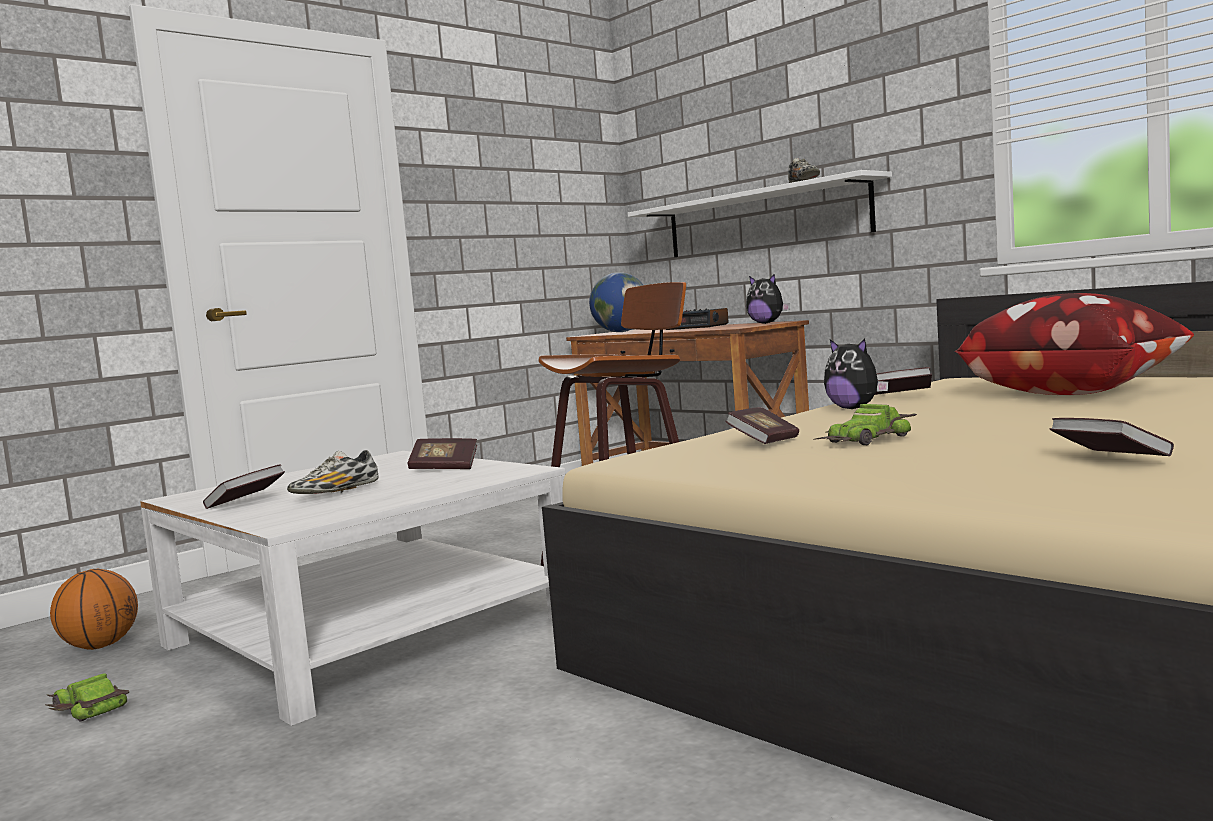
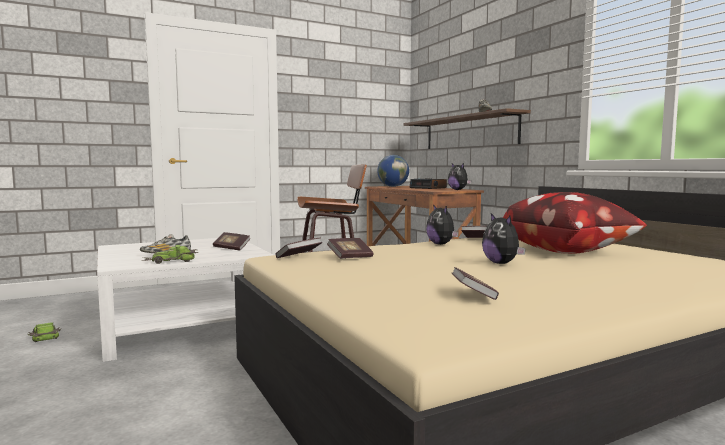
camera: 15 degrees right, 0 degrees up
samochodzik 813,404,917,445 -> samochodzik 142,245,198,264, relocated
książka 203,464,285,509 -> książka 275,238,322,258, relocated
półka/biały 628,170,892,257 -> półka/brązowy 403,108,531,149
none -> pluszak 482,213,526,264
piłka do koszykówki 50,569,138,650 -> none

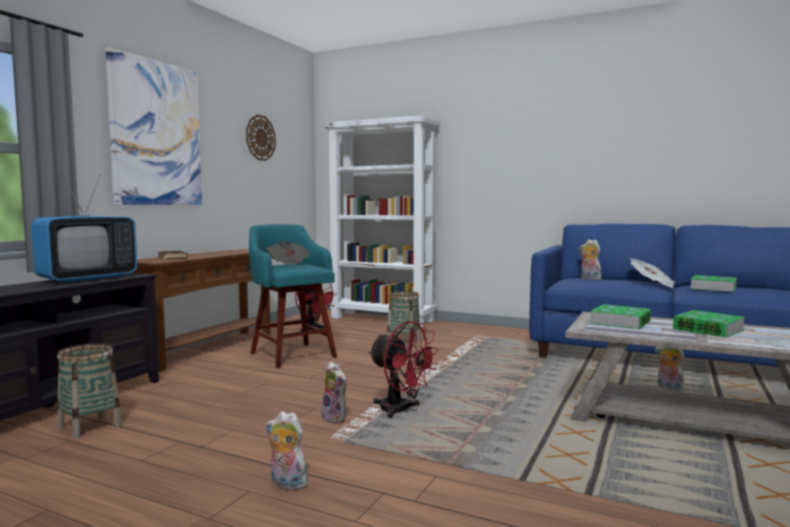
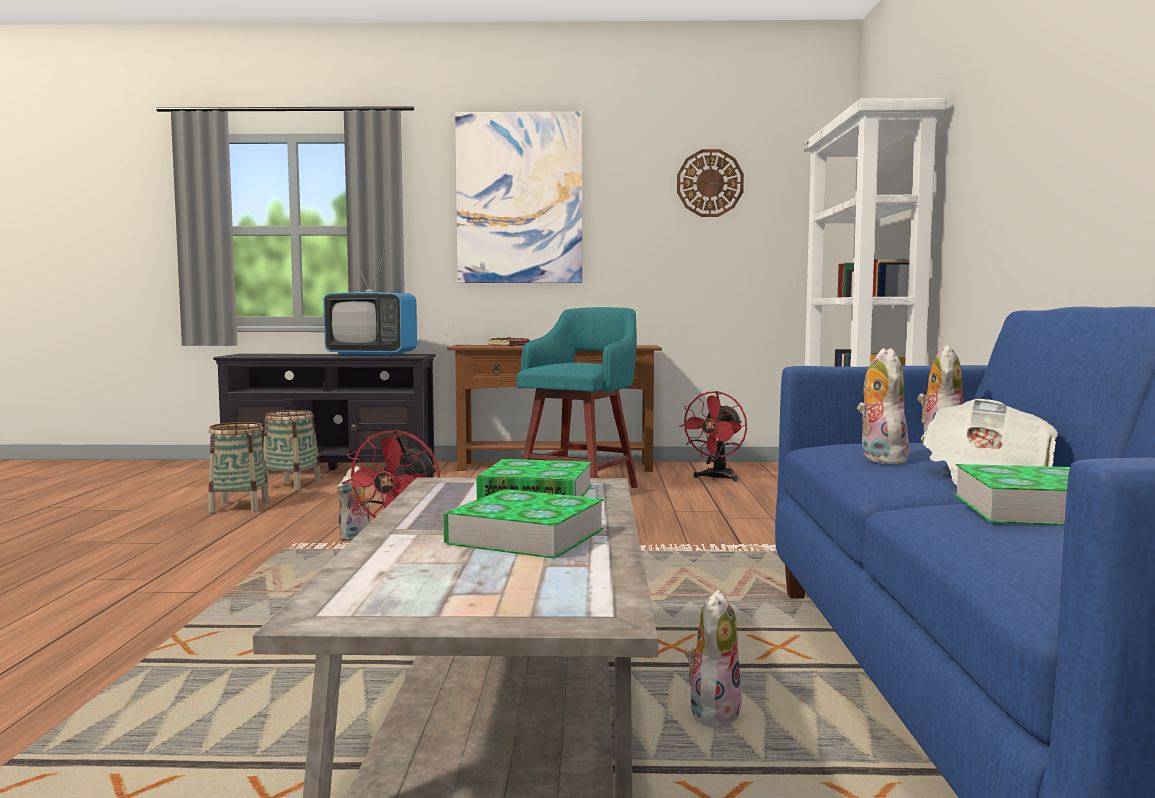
camera: 65 degrees right, 0 degrees up
koszyk 387,291,421,346 -> koszyk 208,422,269,513, relocated
pluszak 266,411,308,490 -> pluszak 857,348,909,464, relocated
gazeta 266,242,310,263 -> none

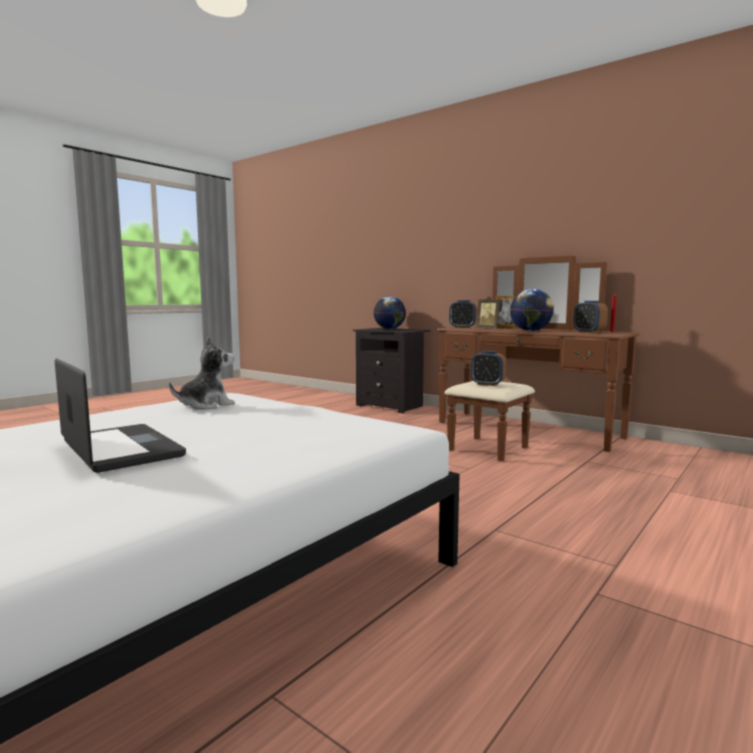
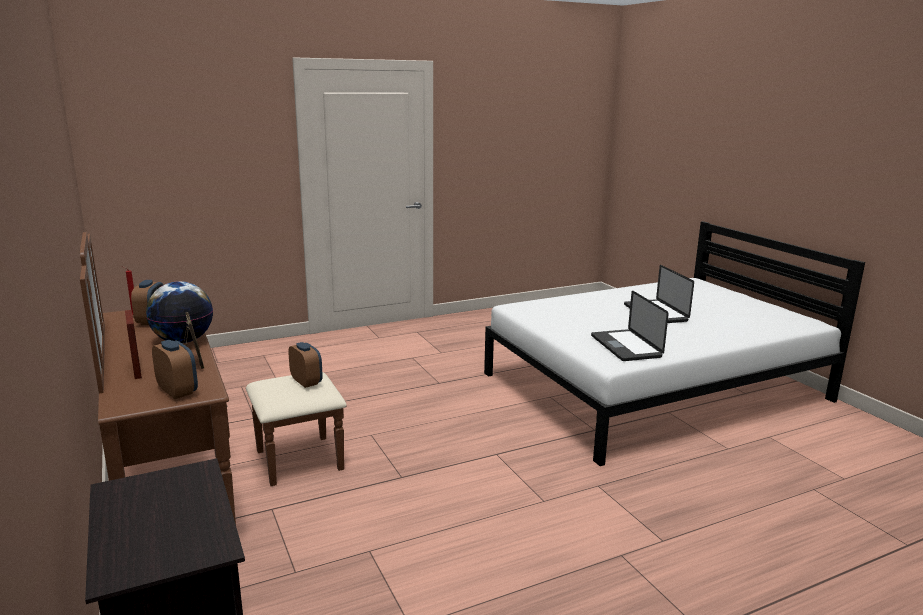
camera: 155 degrees left, 10 degrees up
pluszak 169,337,235,410 -> laptop 591,291,669,361
globus 374,296,406,329 -> none

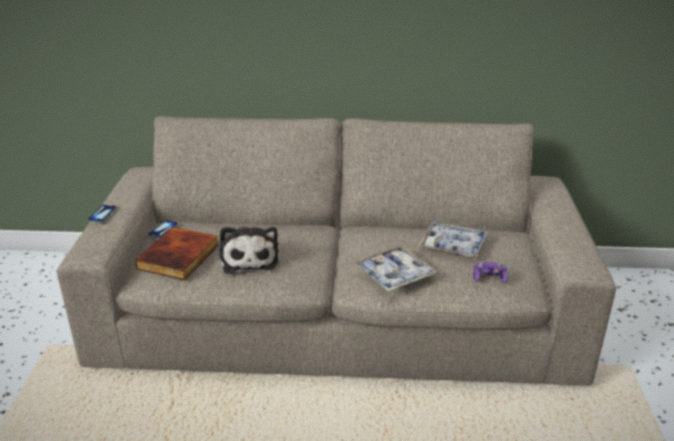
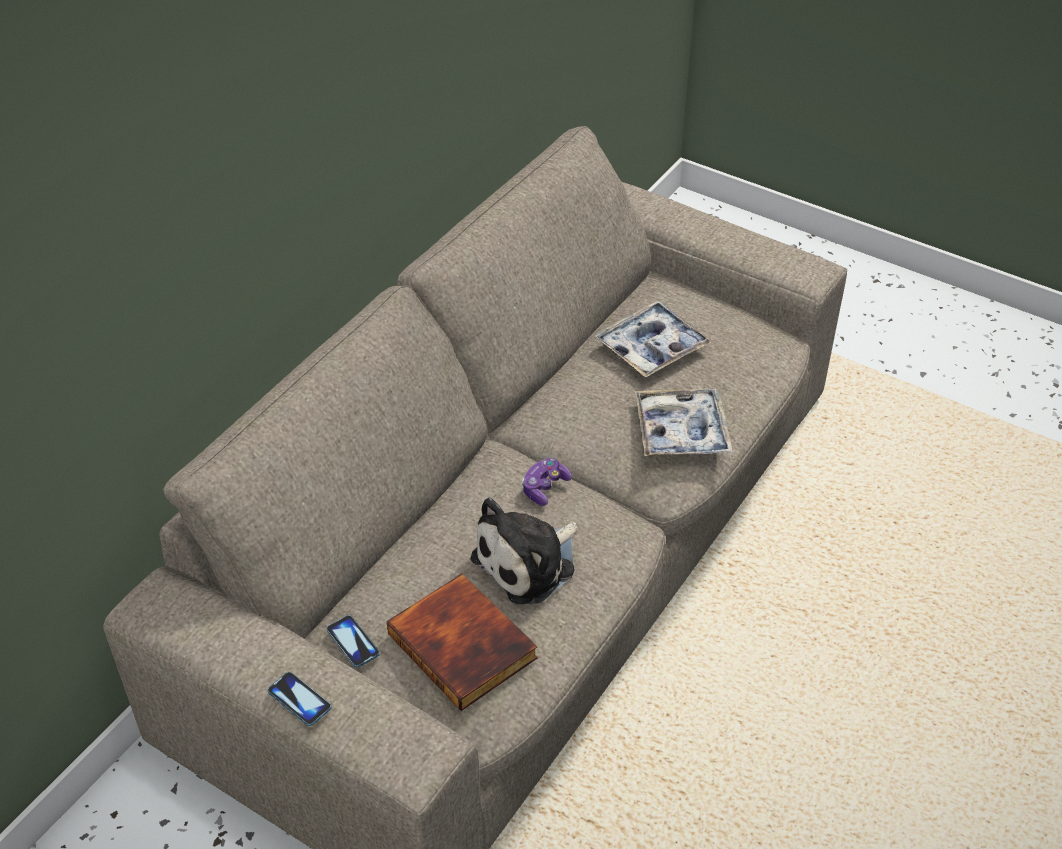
camera: 60 degrees left, 15 degrees up
pluszak 220,227,279,274 -> pluszak 470,498,578,604, 120 degrees clockwise
pad do gier 473,262,508,283 -> pad do gier 522,458,572,506, relocated

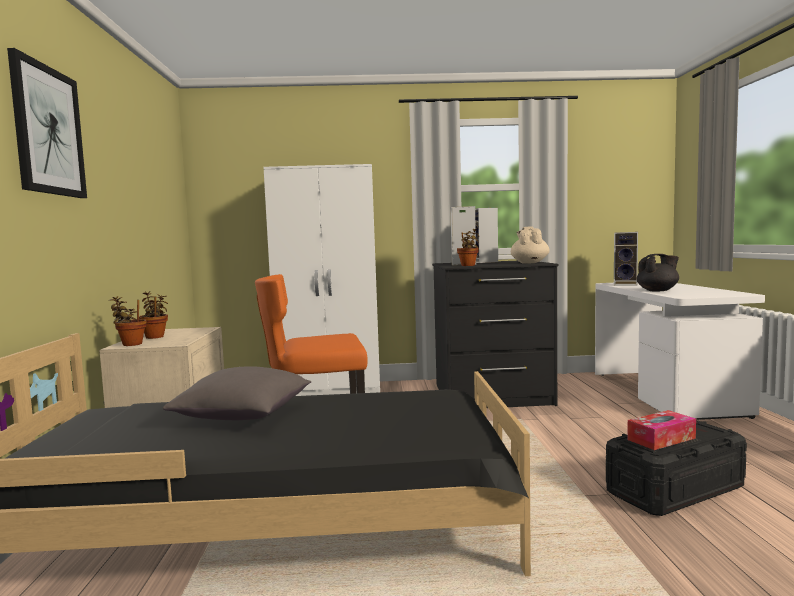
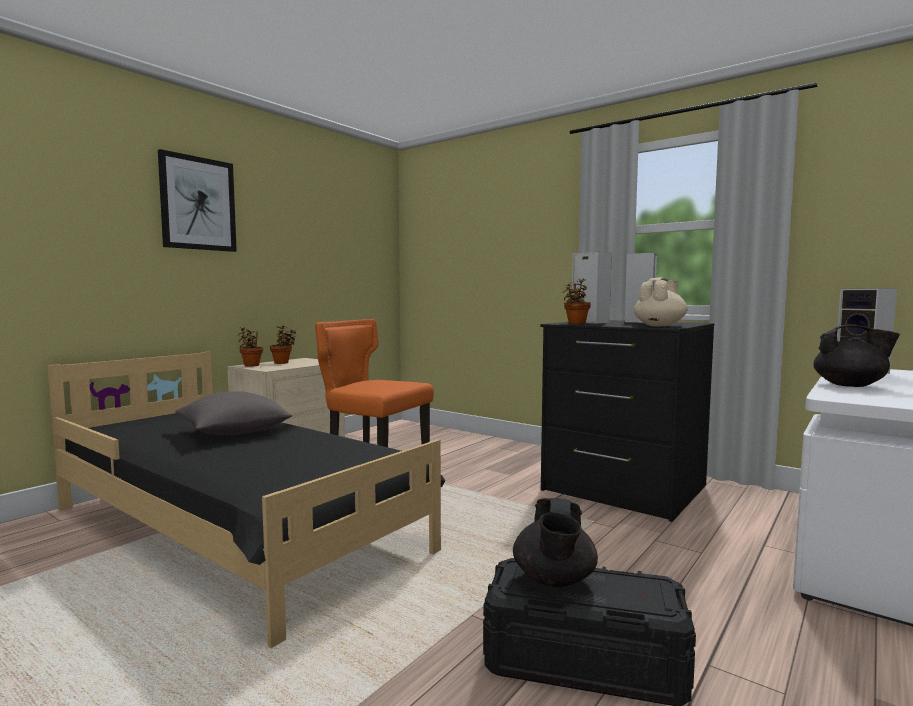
camera: 40 degrees right, 0 degrees up
pudełko chusteczek 627,410,696,450 -> imbryk/czarny 513,498,598,587
szafa/biały 263,164,380,396 -> none

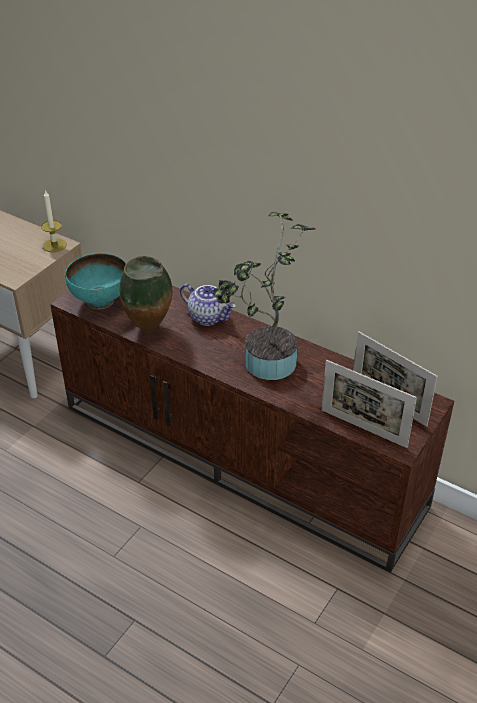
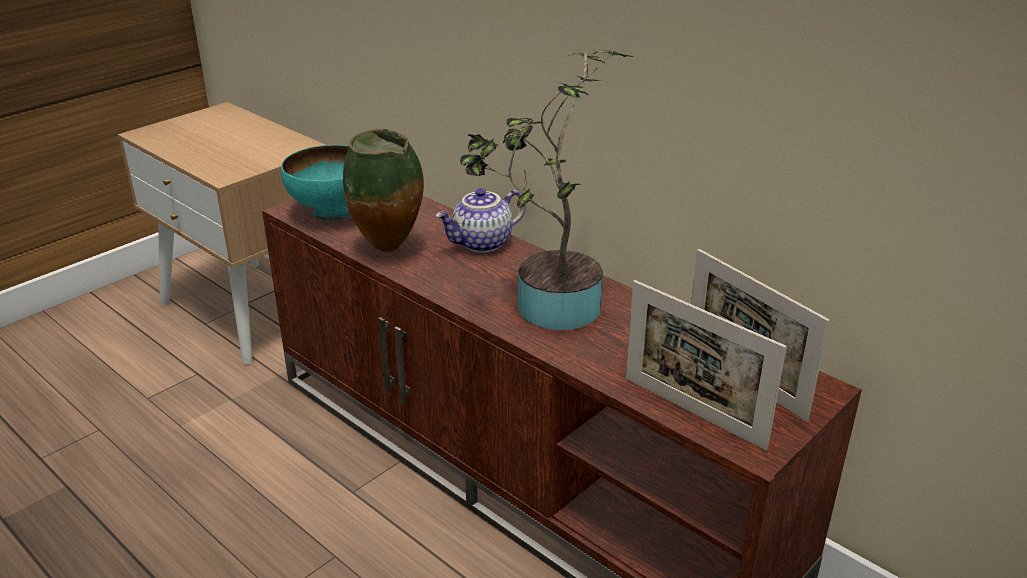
camera: 10 degrees right, 10 degrees down
imbryk 180,284,236,326 -> imbryk 435,188,526,253, 105 degrees clockwise
świeca 41,189,67,252 -> none

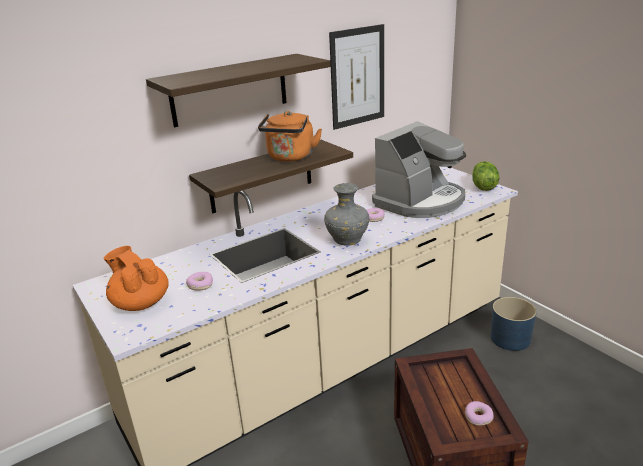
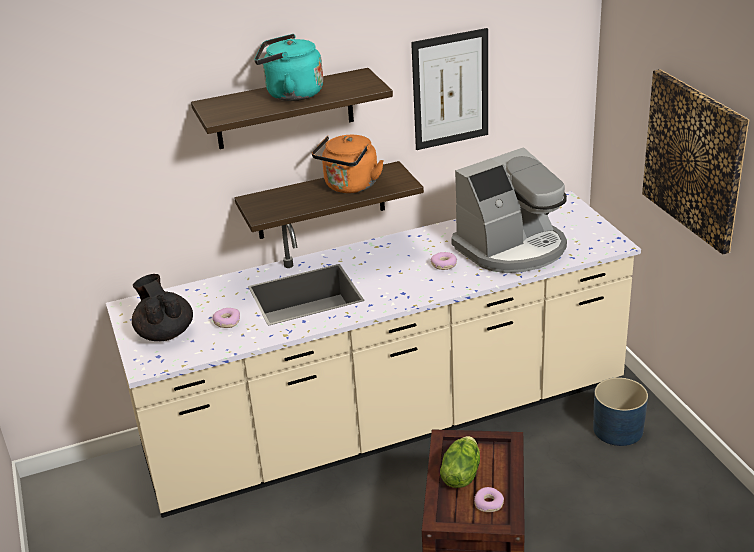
camera: 15 degrees right, 5 degrees up
imbryk/pomarańczowy 104,246,169,311 -> imbryk/czarny 132,274,193,341
none -> czajnik/turkusowy 254,34,323,101
sałata 473,161,499,191 -> sałata 440,436,480,488, relocated
none -> obraz 642,69,749,254
wazon/szary 324,183,369,246 -> none

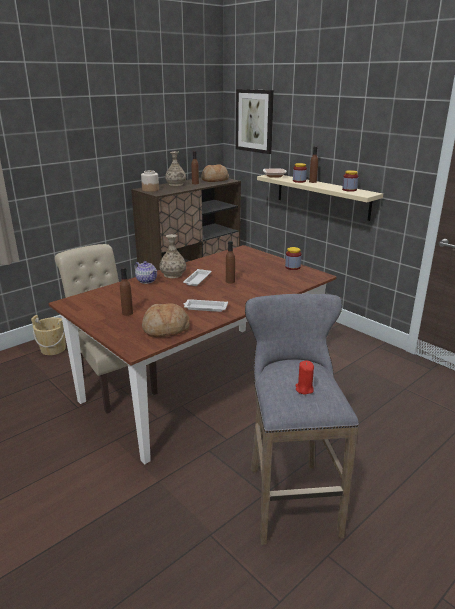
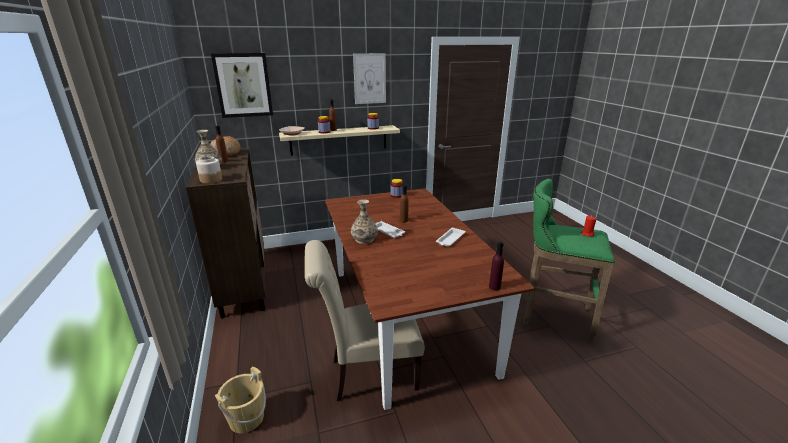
camera: 65 degrees left, 0 degrees up
none -> obraz 353,53,386,104
none -> butelka/fioletowy 489,241,504,291
stołek/szary 245,294,359,545 -> stołek/zielony 523,179,615,341
butelka/brązowy 120,267,133,316 -> none
imbryk 135,261,157,284 -> none
chleb 142,303,190,337 -> none

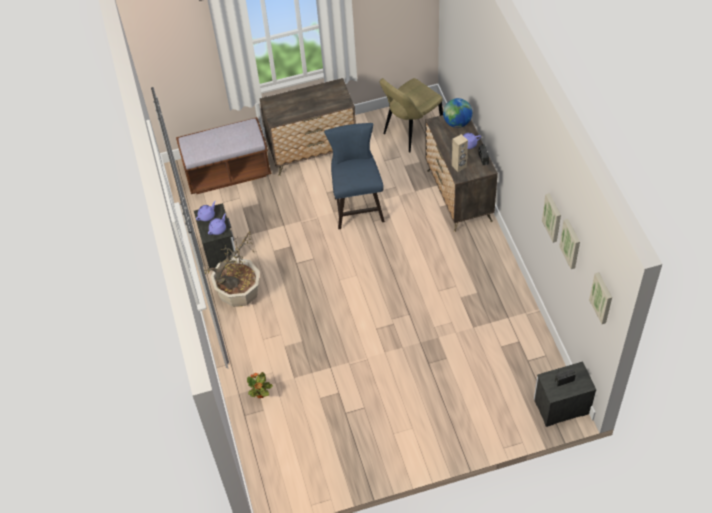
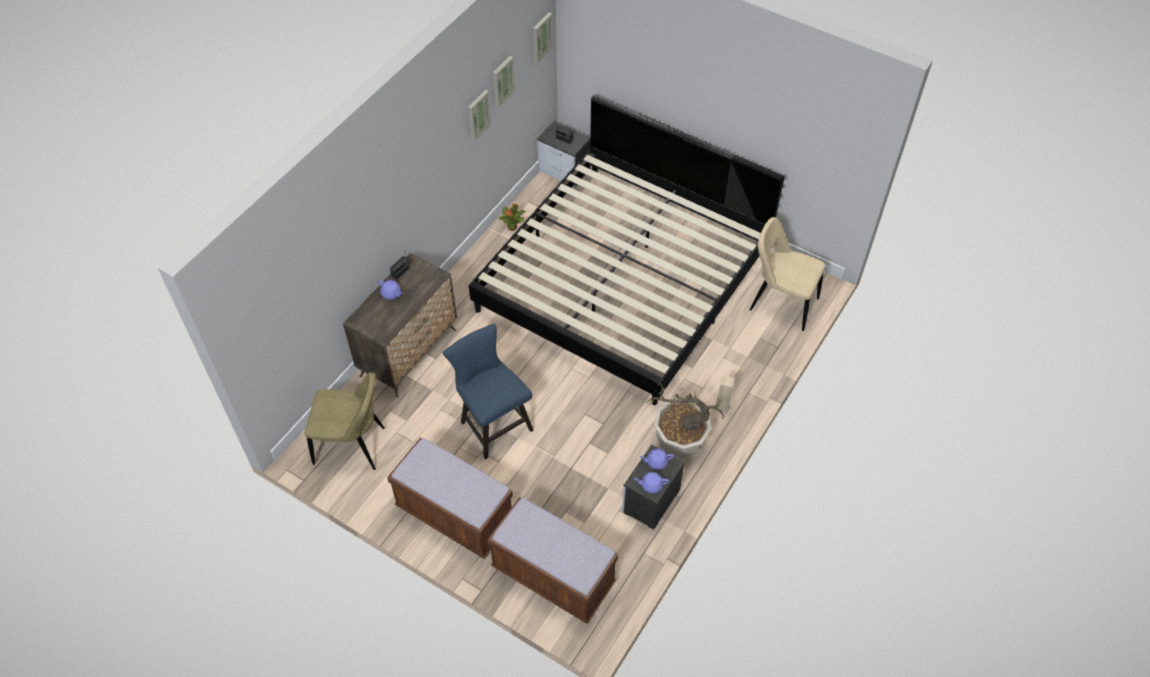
camera: 135 degrees left, 0 degrees up
komoda 260,78,356,176 -> ławka/brązowy 387,438,513,559
krzesło/niebieski 324,123,385,229 -> krzesło/niebieski 443,323,534,459, 105 degrees clockwise
none -> łóżko 469,95,785,405
roślina doniczkowa 247,372,273,398 -> roślina doniczkowa 499,203,526,231, relocated
głośnik/beżowy 452,134,468,172 -> głośnik/beżowy 715,375,735,413, relocated
none -> krzesło/beżowy 750,217,825,331
globus 443,98,472,128 -> none

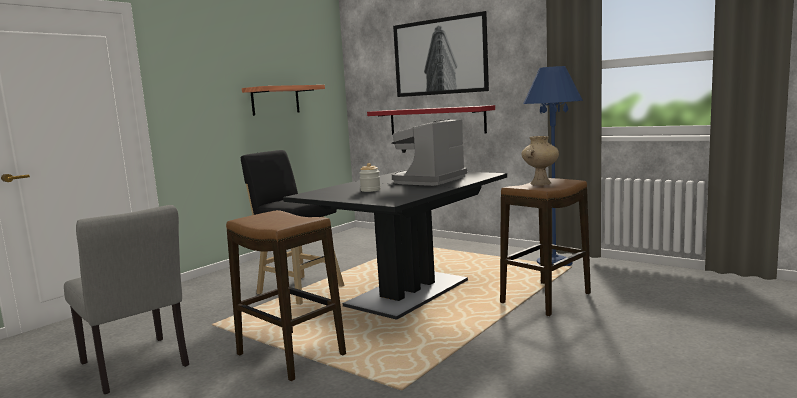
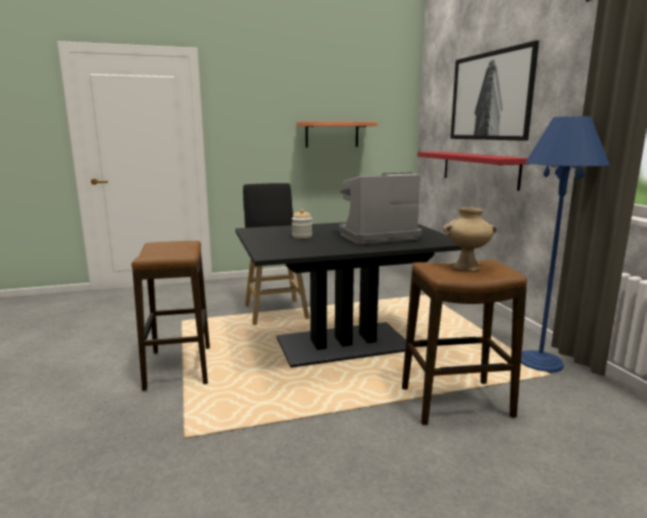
camera: 35 degrees right, 5 degrees up
krzesło/szary 64,205,189,394 -> none

